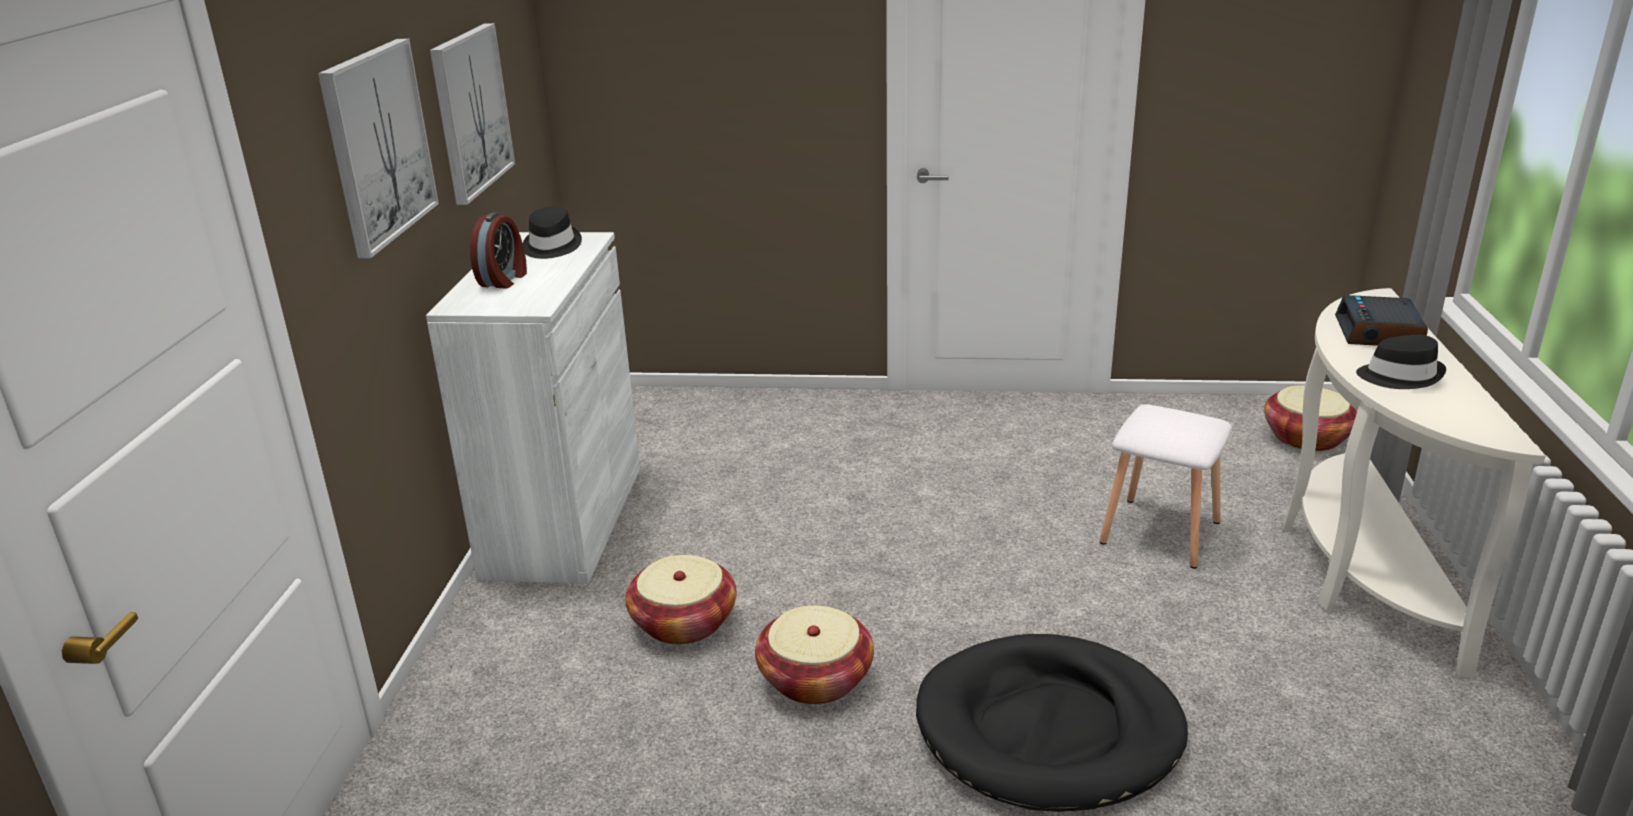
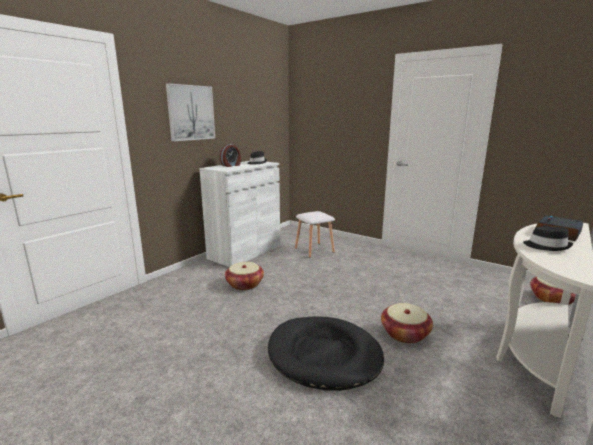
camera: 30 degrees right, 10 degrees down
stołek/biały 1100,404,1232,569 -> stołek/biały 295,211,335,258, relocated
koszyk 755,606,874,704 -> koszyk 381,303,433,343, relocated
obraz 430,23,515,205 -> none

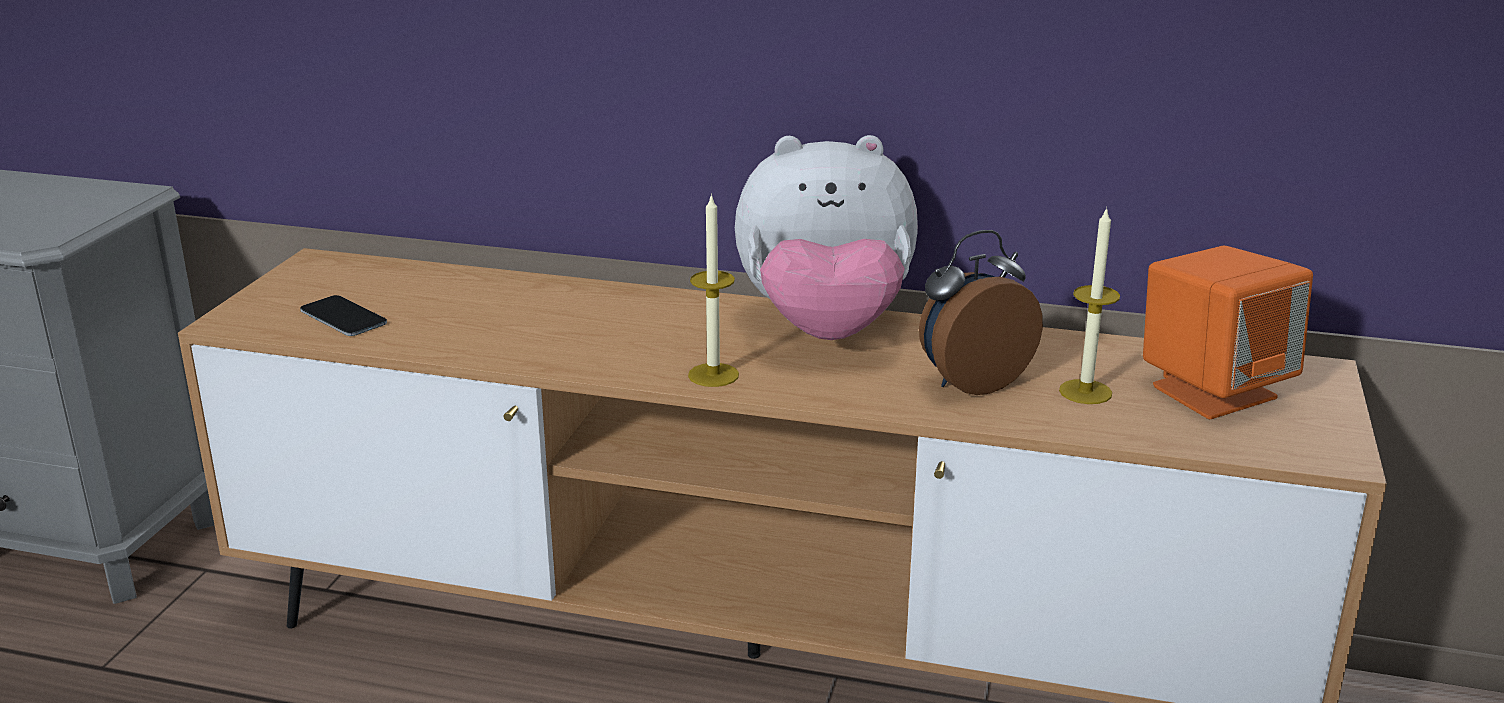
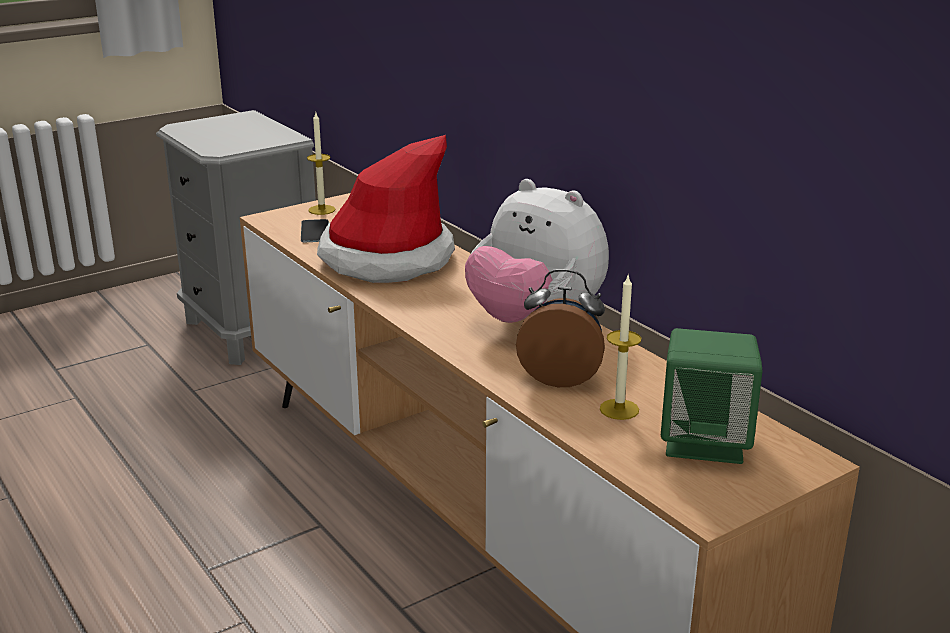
camera: 40 degrees right, 0 degrees up
świeca 688,193,739,387 -> świeca 307,113,335,215, relocated
none -> kapelusz 317,135,455,283
głośnik/pomarańczowy 1143,246,1313,419 -> głośnik/zielony 661,328,763,464

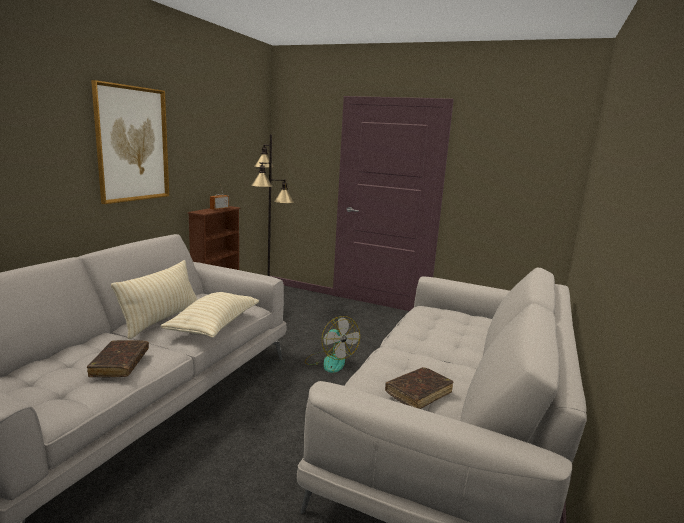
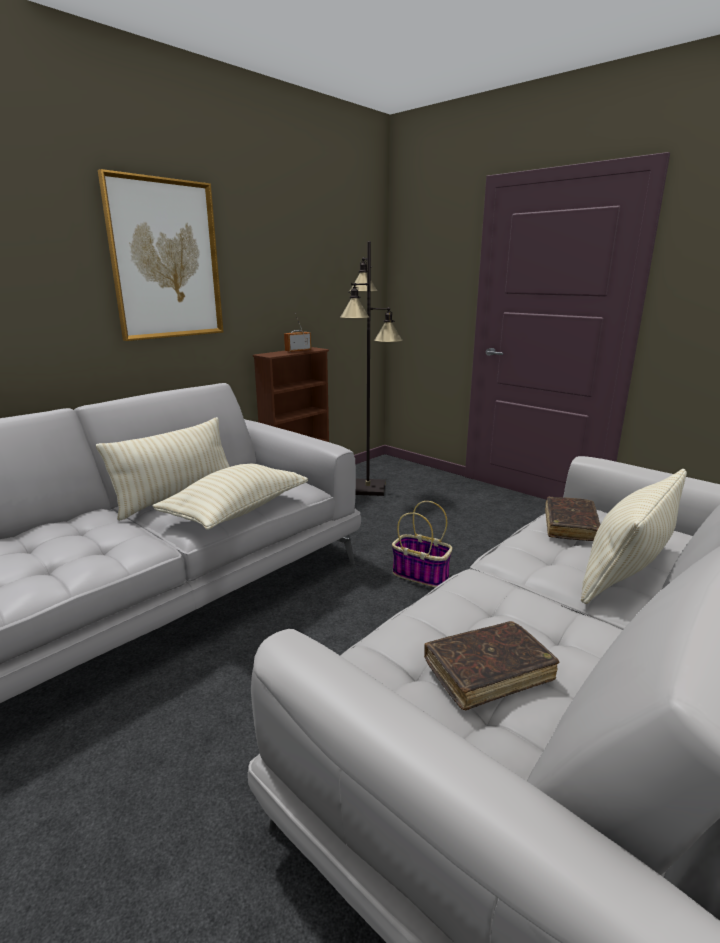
camera: 20 degrees right, 5 degrees up
wentylator 305,316,360,373 -> koszyk 392,501,452,588
książka/brązowy 87,340,149,377 -> książka/brązowy 545,497,601,541, relocated
none -> poduszka/beżowy 581,469,687,604

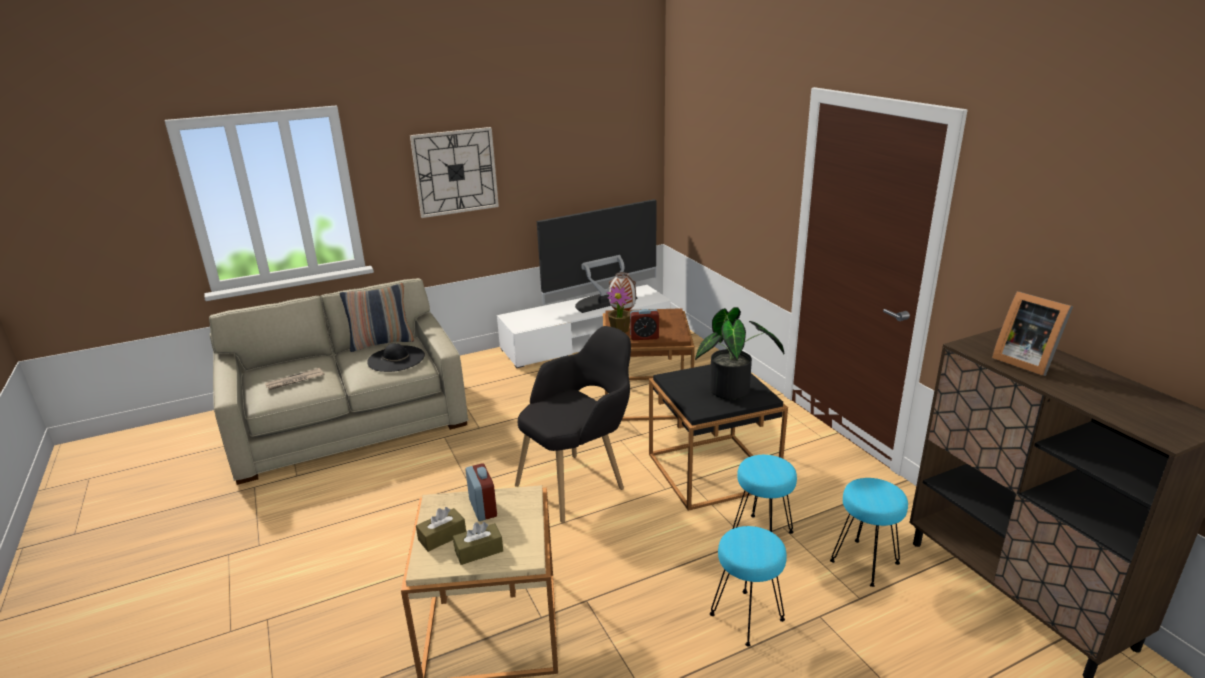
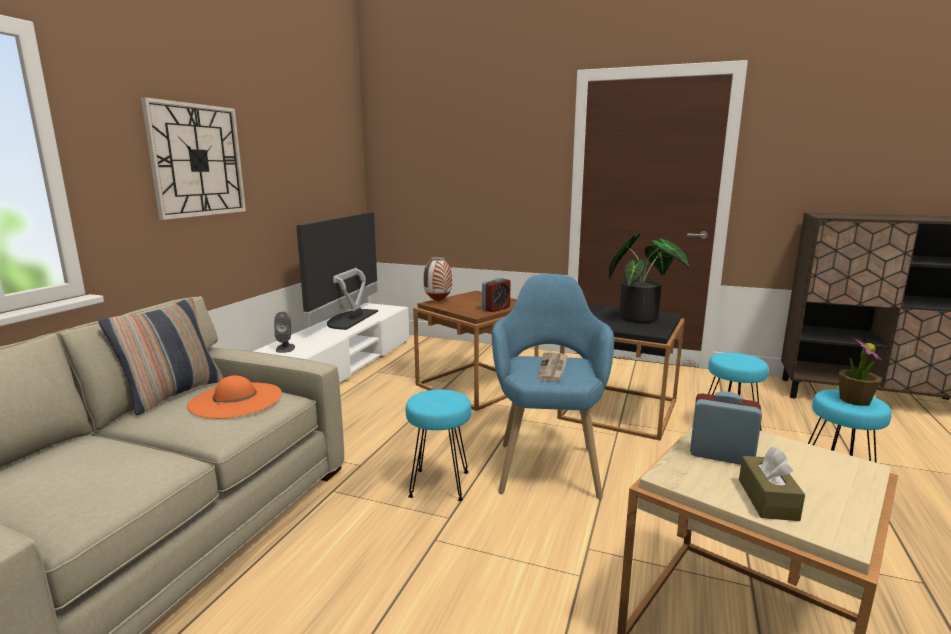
camera: 45 degrees left, 10 degrees down
kapelusz/czarny 367,343,425,372 -> kapelusz/pomarańczowy 187,375,282,419
none -> głośnik/szary 274,312,295,353
stołek/turkusowy 830,478,908,587 -> stołek/turkusowy 406,390,471,501, relocated
fotel/czarny 515,326,631,523 -> fotel/niebieski 492,274,614,499
gazeta 265,368,324,390 -> gazeta 537,352,568,382, relocated
roślina doniczkowa 607,286,631,333 -> roślina doniczkowa 838,335,882,406, relocated
pudełko chusteczek/brązowy 453,522,503,565 -> none
ramka na zdjęcie 992,291,1073,376 -> none

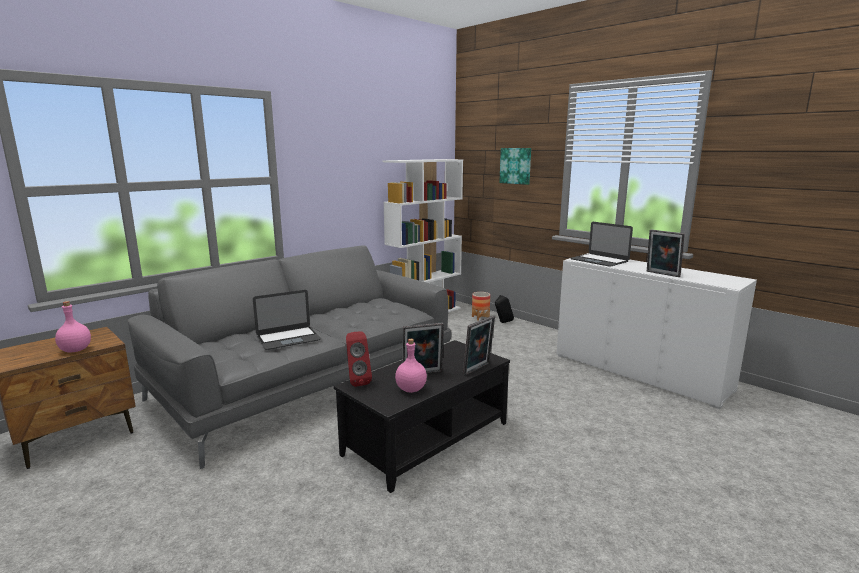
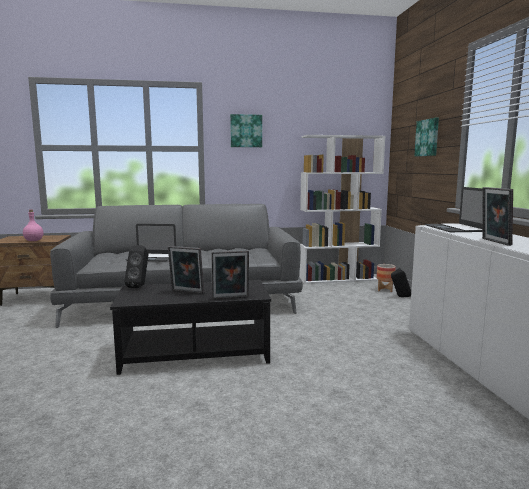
camera: 35 degrees right, 5 degrees down
głośnik/czerwony 346,332,372,387 -> głośnik/czarny 124,245,149,288
none -> obraz 230,114,262,147
butelka/różowy 395,339,427,393 -> none

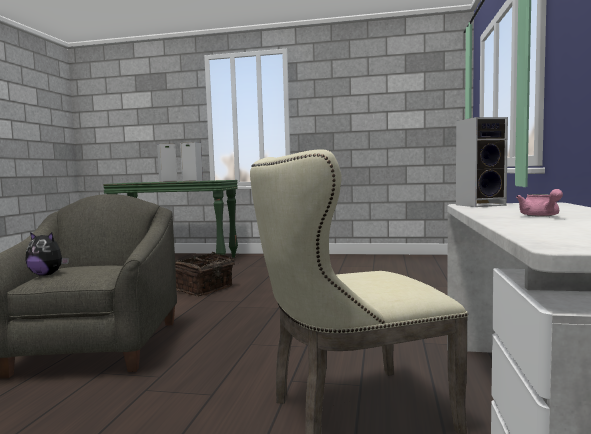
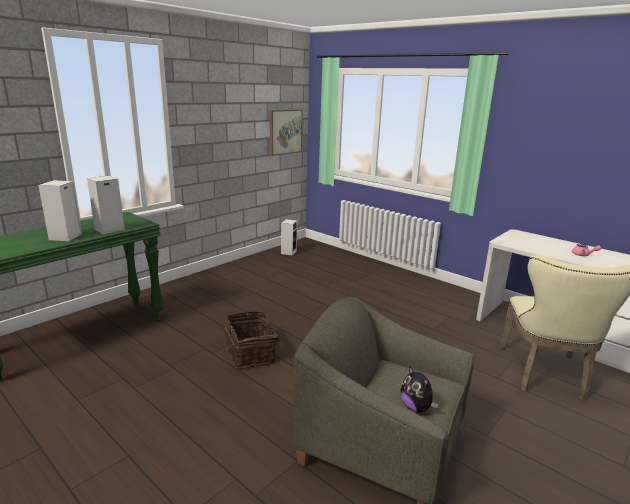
camera: 60 degrees left, 15 degrees up
none -> obraz 270,109,303,156
głośnik 456,117,508,207 -> głośnik 281,219,297,256, relocated
pluszak 25,232,69,276 -> pluszak 400,365,438,412, 105 degrees clockwise

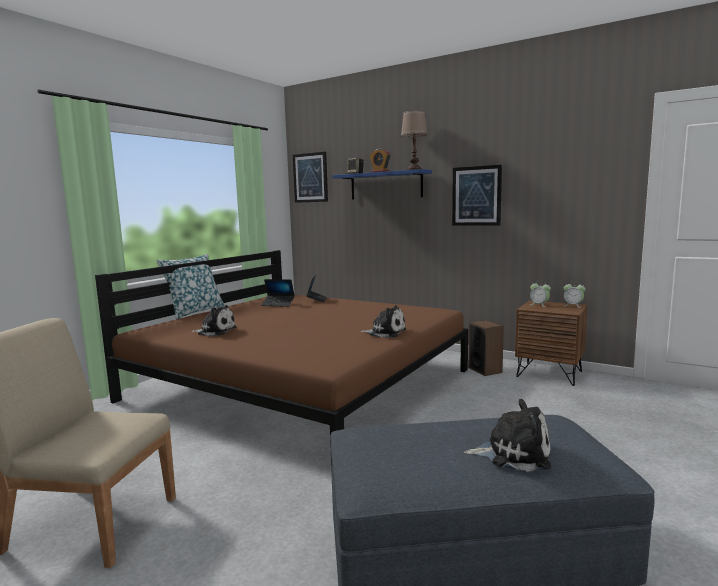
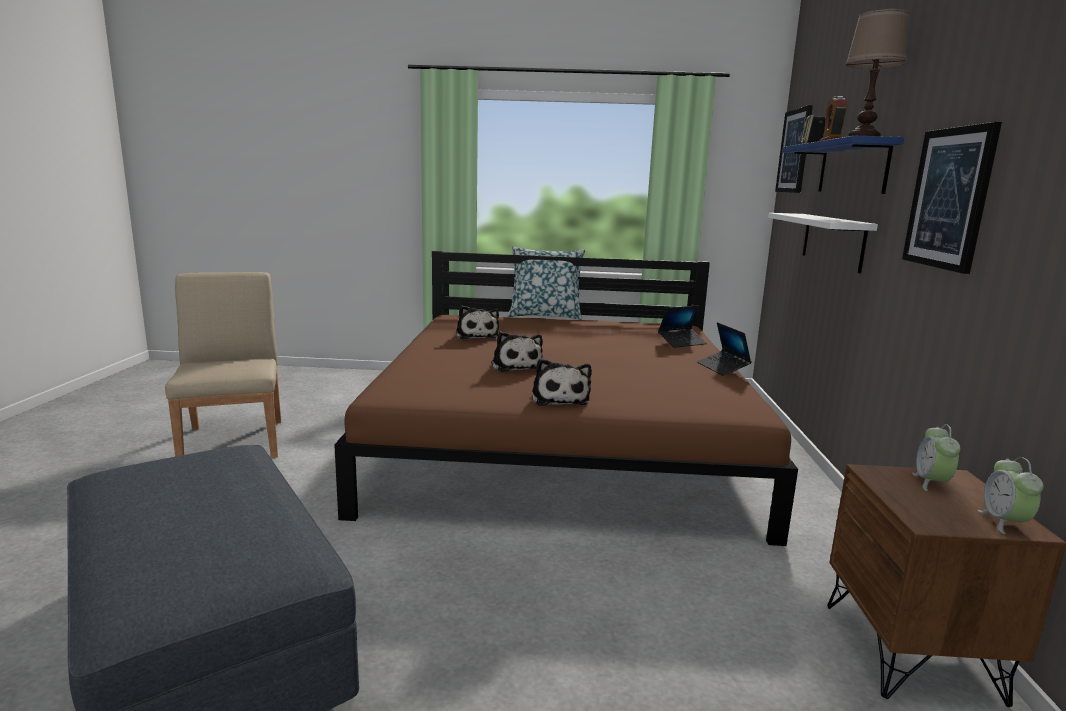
camera: 60 degrees right, 5 degrees up
pluszak 464,399,552,472 -> pluszak 491,331,543,372, relocated
laptop 261,279,295,307 -> laptop 697,322,752,376, relocated
none -> półka/biały 768,213,878,273
głośnik 468,320,504,376 -> none

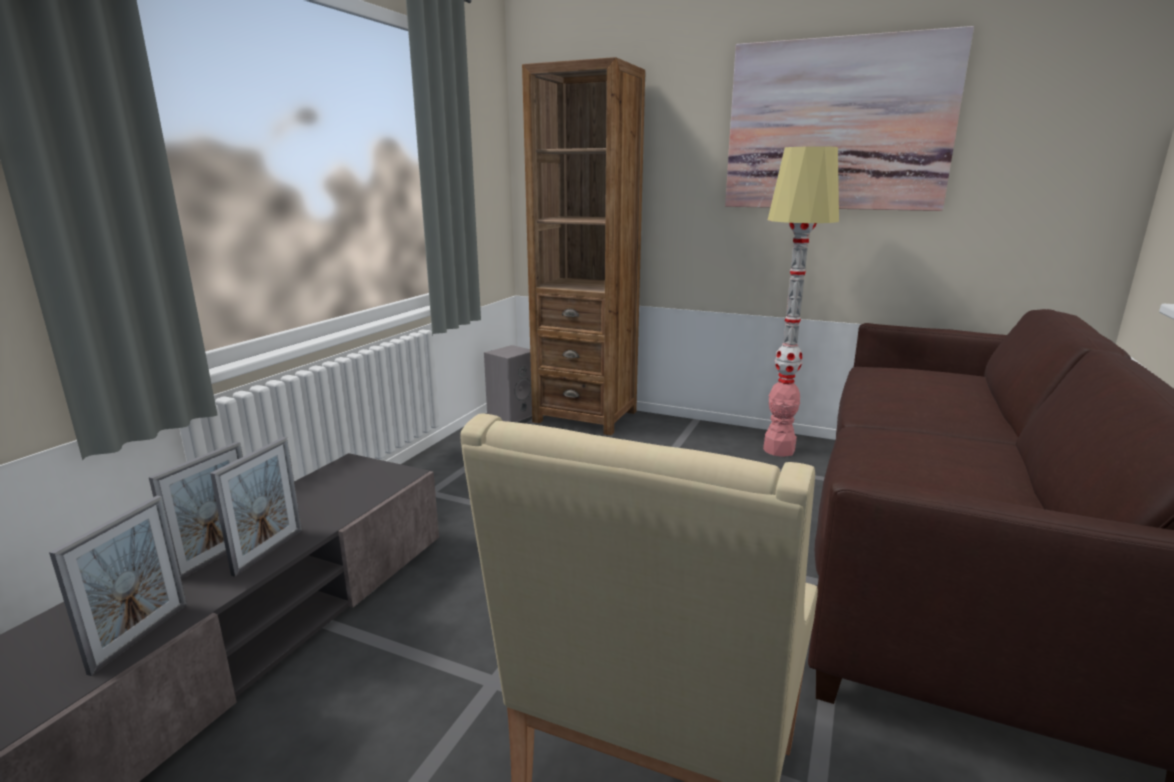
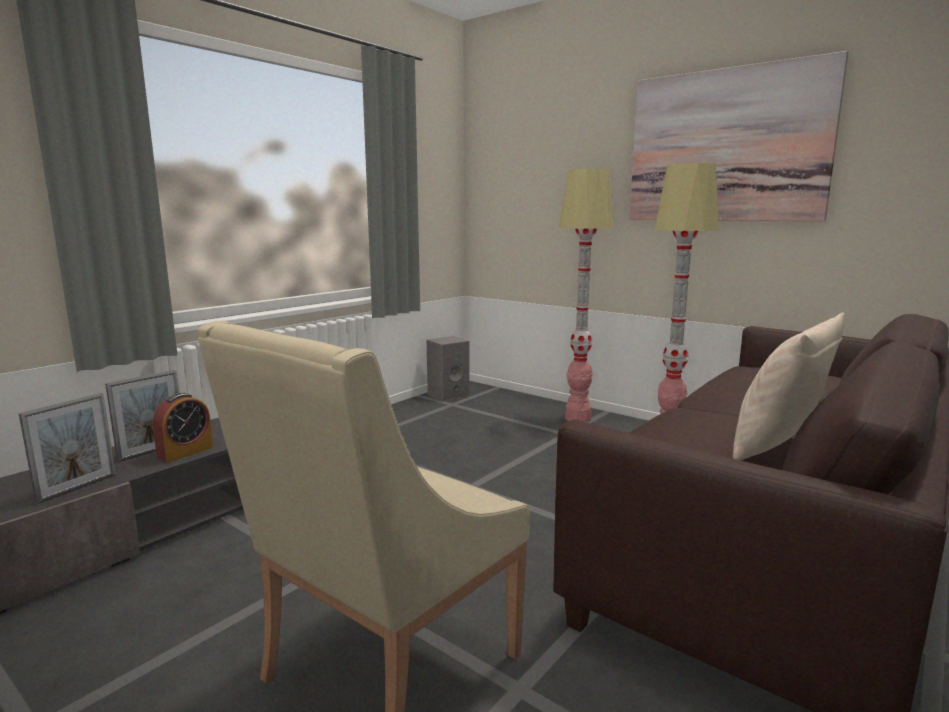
camera: 15 degrees right, 5 degrees down
ramka na zdjęcie 210,437,302,577 -> budzik 153,393,213,463
none -> lampa stojąca 558,168,614,422
none -> poduszka/beżowy 733,312,845,460
regał/brązowy 522,57,645,435 -> none

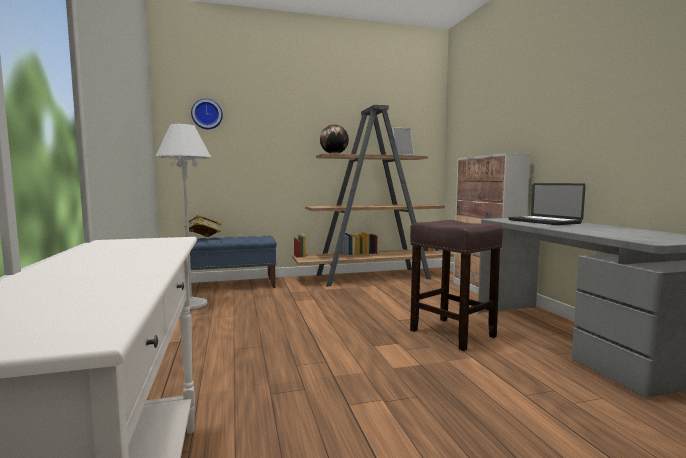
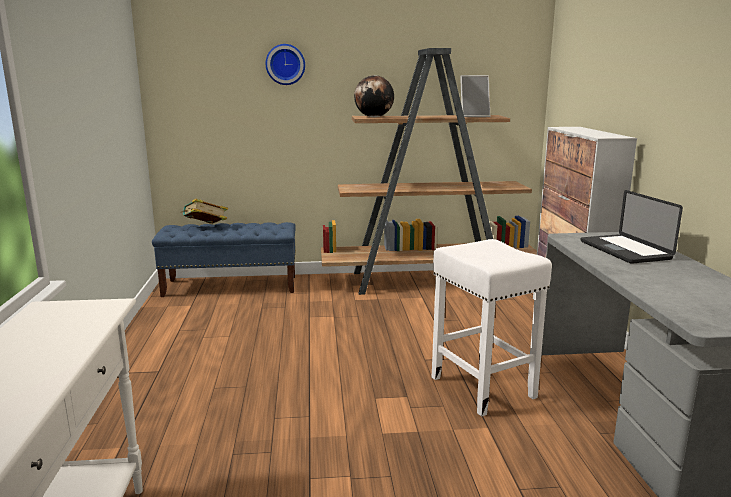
camera: 10 degrees right, 10 degrees up
zegar ścienny 191,99,223,129 -> zegar ścienny 266,44,305,85, relocated
stołek/brązowy 410,220,503,351 -> stołek/biały 432,239,552,417
lampa stojąca/biały 155,124,212,309 -> none

